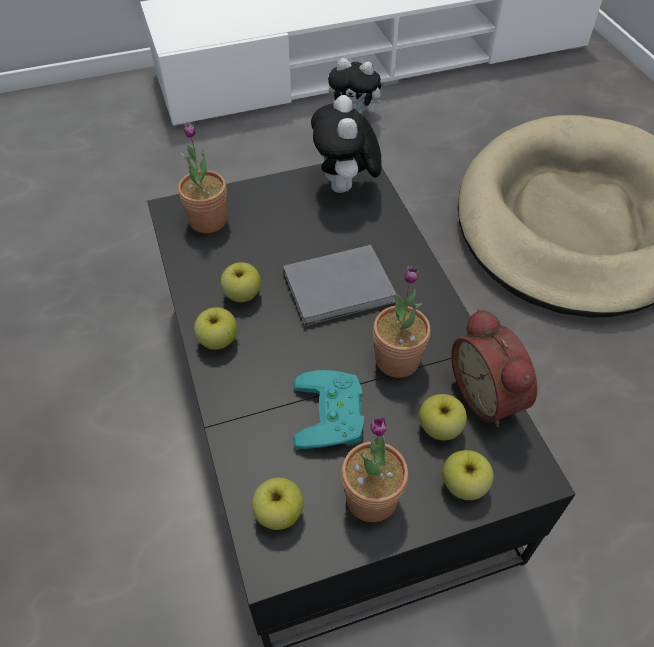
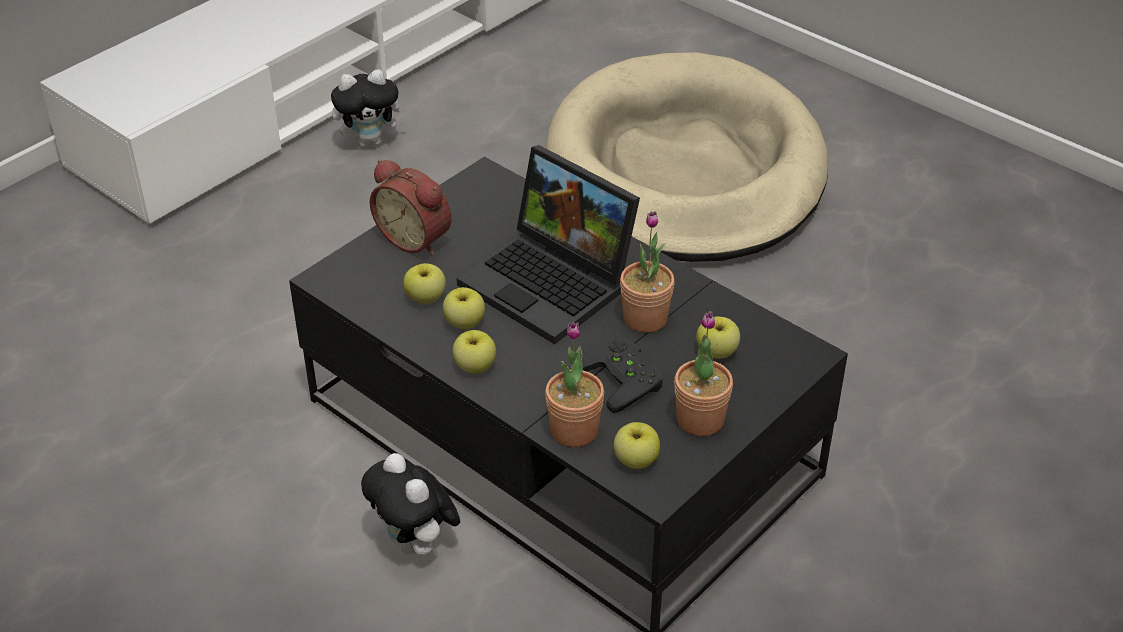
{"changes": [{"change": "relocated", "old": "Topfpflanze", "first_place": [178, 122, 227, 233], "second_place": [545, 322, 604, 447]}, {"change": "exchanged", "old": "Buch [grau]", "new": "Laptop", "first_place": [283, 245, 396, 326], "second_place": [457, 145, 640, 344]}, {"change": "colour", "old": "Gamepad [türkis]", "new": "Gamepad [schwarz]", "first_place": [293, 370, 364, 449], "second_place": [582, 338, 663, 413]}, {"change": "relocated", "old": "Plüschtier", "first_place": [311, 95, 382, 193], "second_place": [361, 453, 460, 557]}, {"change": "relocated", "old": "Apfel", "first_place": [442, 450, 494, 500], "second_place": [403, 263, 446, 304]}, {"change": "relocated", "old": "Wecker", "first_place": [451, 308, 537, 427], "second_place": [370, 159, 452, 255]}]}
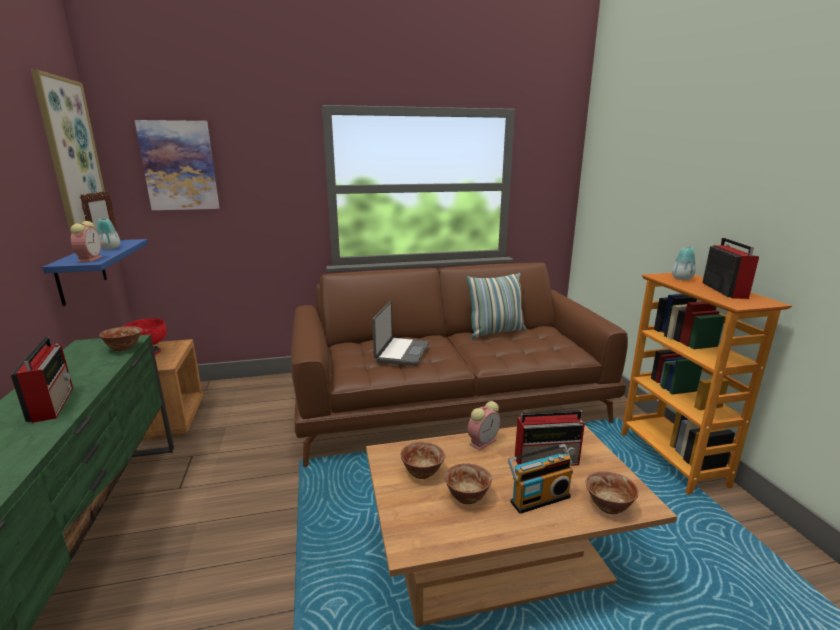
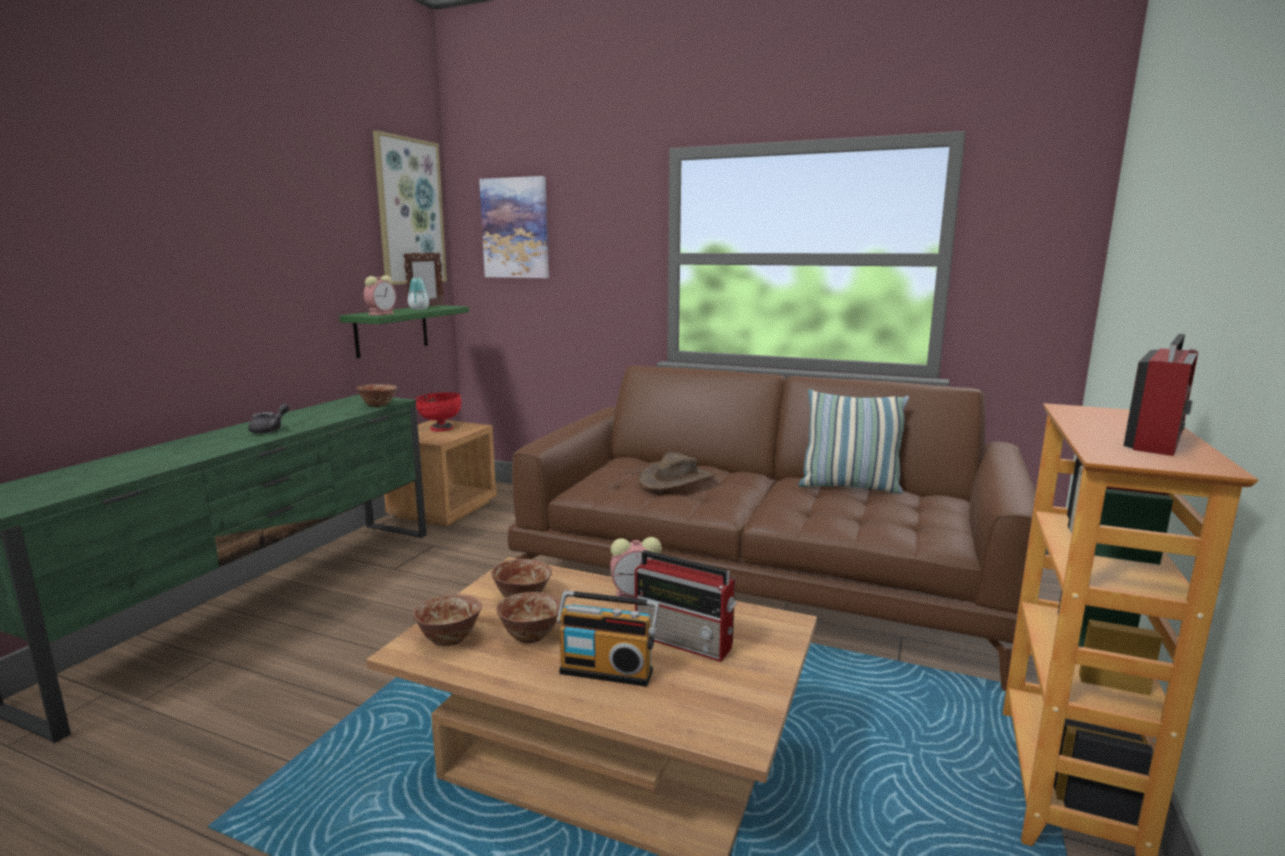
{"changes": [{"change": "exchanged", "old": "Radio", "new": "Teekanne [grau]", "first_place": [11, 337, 73, 423], "second_place": [248, 404, 289, 434]}, {"change": "colour", "old": "Wandregal [blau]", "new": "Wandregal [grün]", "first_place": [42, 239, 148, 306], "second_place": [339, 305, 469, 359]}, {"change": "exchanged", "old": "Laptop", "new": "Hut [braun]", "first_place": [372, 301, 430, 366], "second_place": [638, 452, 715, 490]}, {"change": "relocated", "old": "Schüssel", "first_place": [586, 471, 639, 514], "second_place": [413, 595, 482, 646]}, {"change": "missing", "old": "Vase", "first_place": [672, 247, 696, 280]}]}
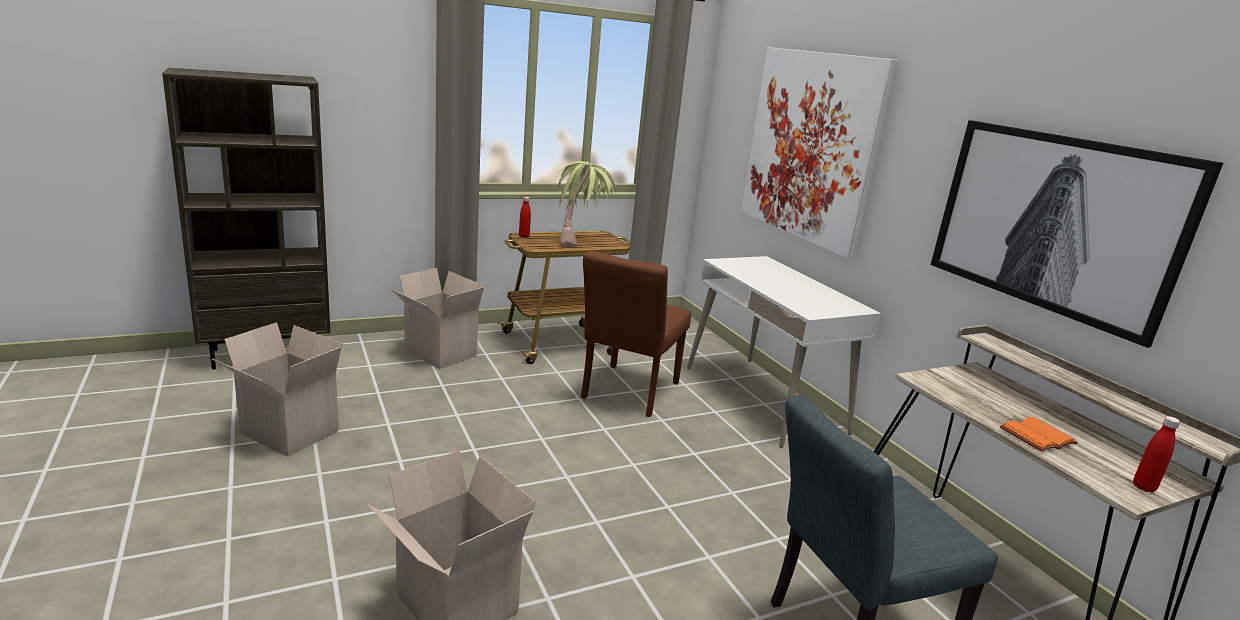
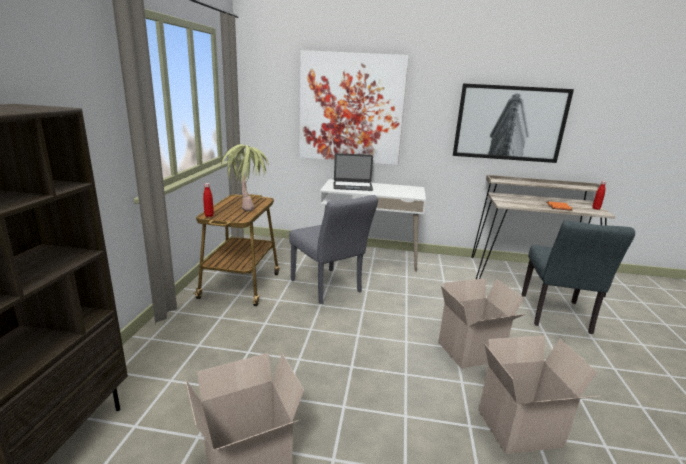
{"changes": [{"change": "relocated", "old": "Karton", "first_place": [391, 268, 485, 369], "second_place": [439, 278, 525, 369]}, {"change": "colour", "old": "Stuhl [braun]", "new": "Stuhl [grau]", "first_place": [581, 250, 691, 417], "second_place": [289, 195, 378, 304]}, {"change": "appeared", "new": "Laptop", "second_place": [333, 153, 373, 191]}]}
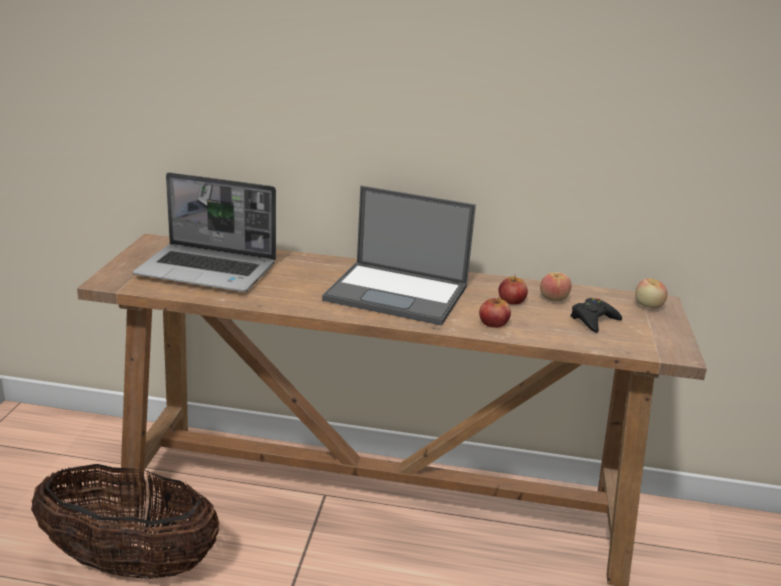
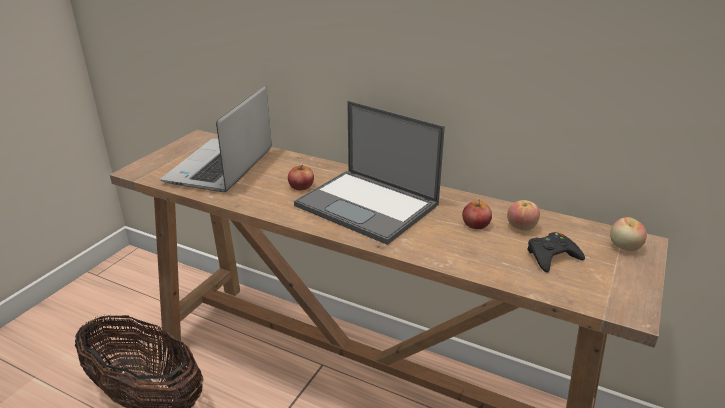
{"changes": [{"change": "spun", "old": "Laptop", "first_place": [133, 172, 276, 292], "second_place": [161, 85, 272, 192], "degrees": 75}, {"change": "relocated", "old": "Apfel", "first_place": [479, 296, 511, 328], "second_place": [288, 164, 314, 190]}]}
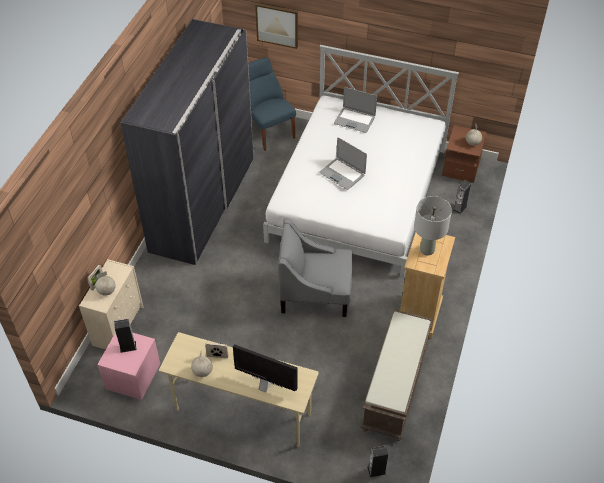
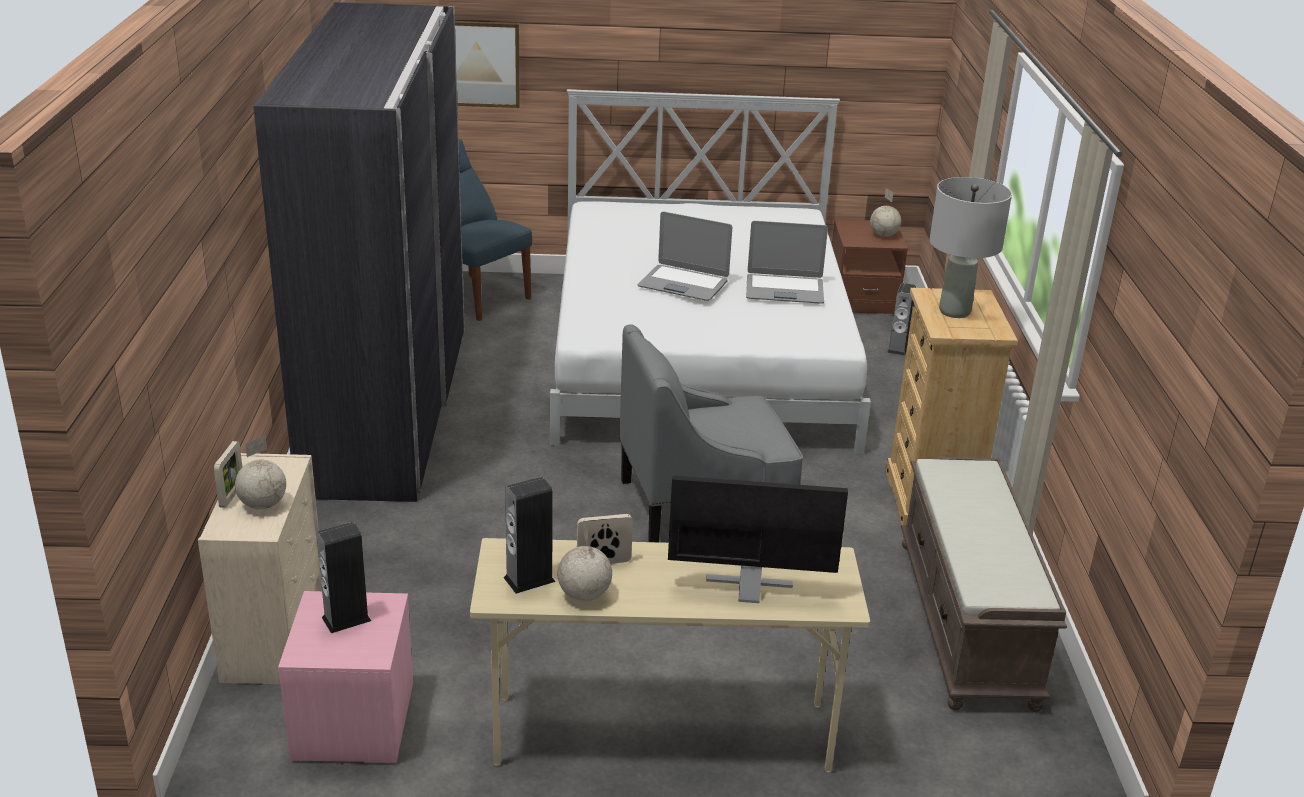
{"changes": [{"change": "relocated", "old": "Laptop", "first_place": [334, 87, 377, 133], "second_place": [746, 221, 828, 304]}, {"change": "relocated", "old": "Lautsprecher", "first_place": [367, 446, 388, 477], "second_place": [504, 477, 556, 594]}]}
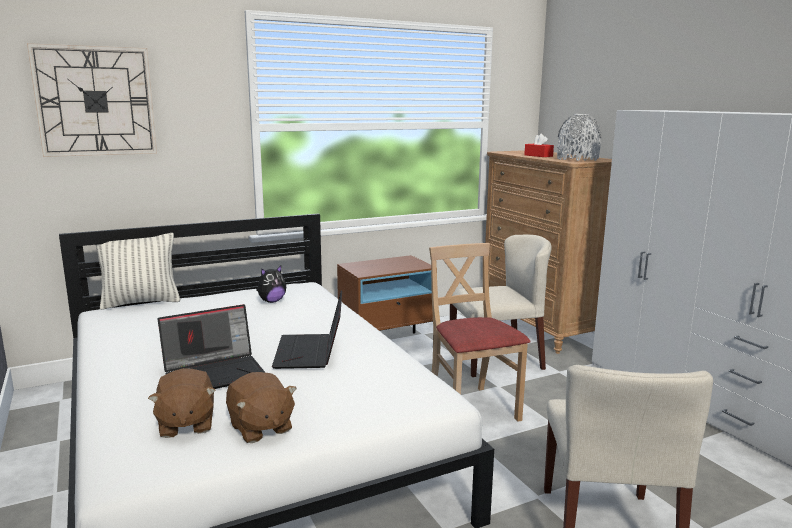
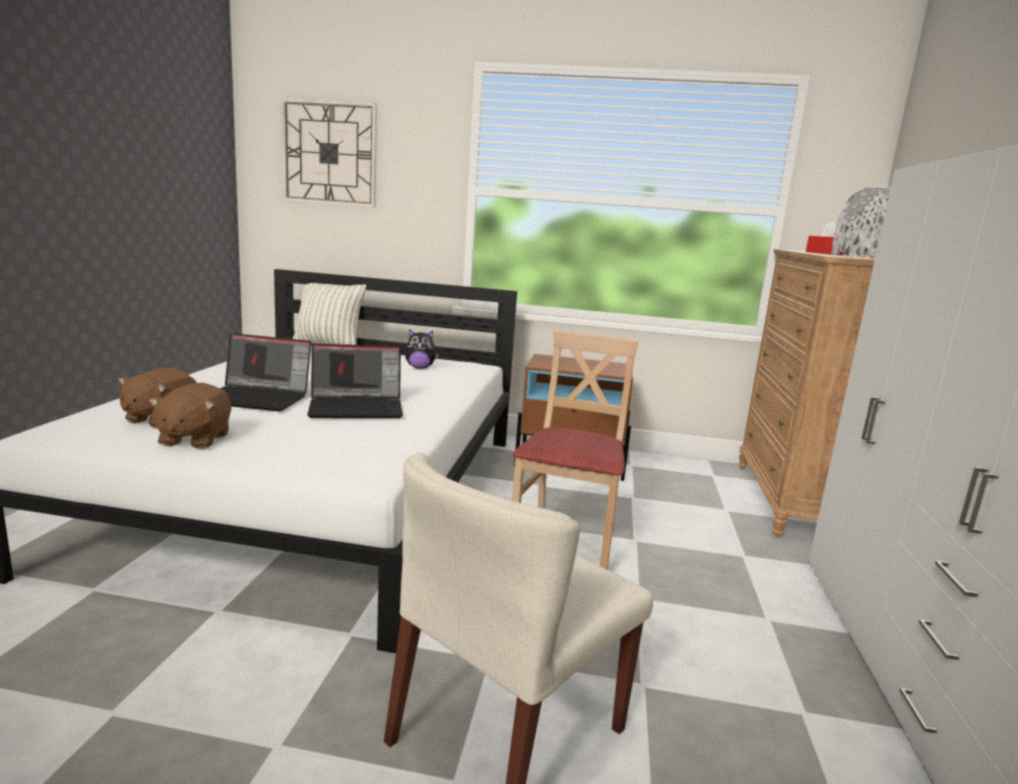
{"changes": [{"change": "spun", "old": "Laptop", "first_place": [272, 291, 342, 369], "second_place": [307, 344, 403, 418], "degrees": -135}, {"change": "missing", "old": "Stuhl [beige]", "first_place": [450, 235, 551, 377]}]}
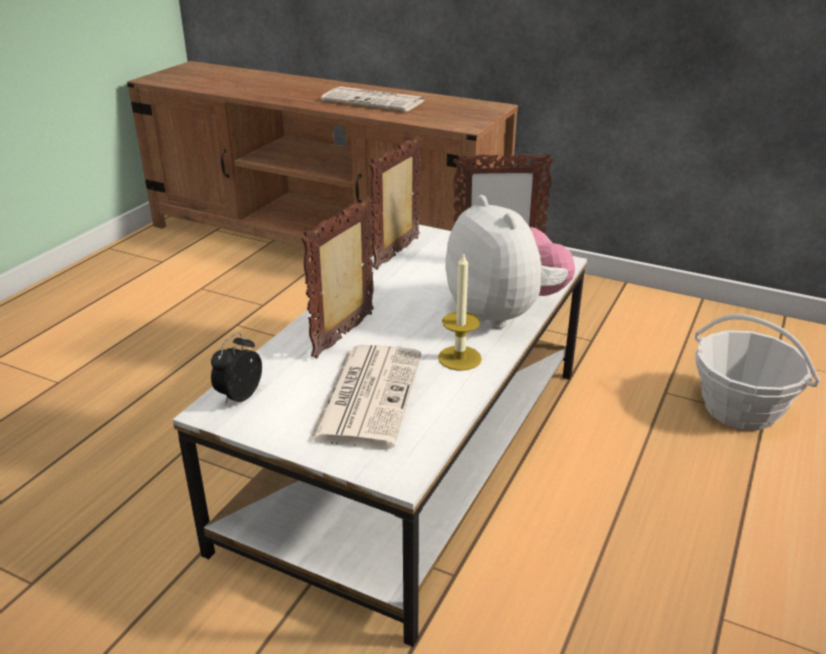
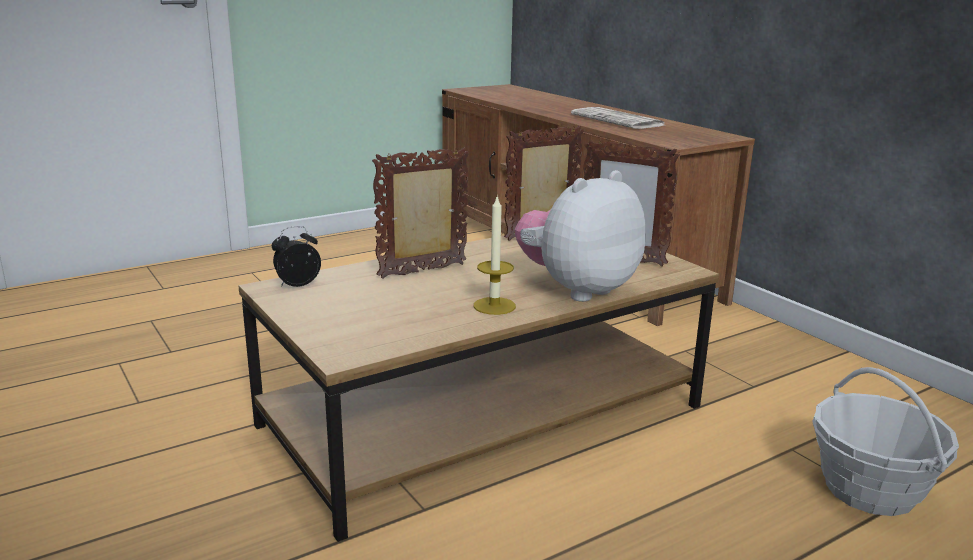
{"changes": [{"change": "colour", "old": "Couchtisch [weiß]", "new": "Couchtisch [braun]", "first_place": [173, 225, 587, 647], "second_place": [239, 235, 719, 542]}, {"change": "missing", "old": "Zeitung", "first_place": [308, 345, 421, 449]}, {"change": "spun", "old": "Plüschtier", "first_place": [445, 195, 575, 329], "second_place": [515, 170, 645, 302], "degrees": -135}]}
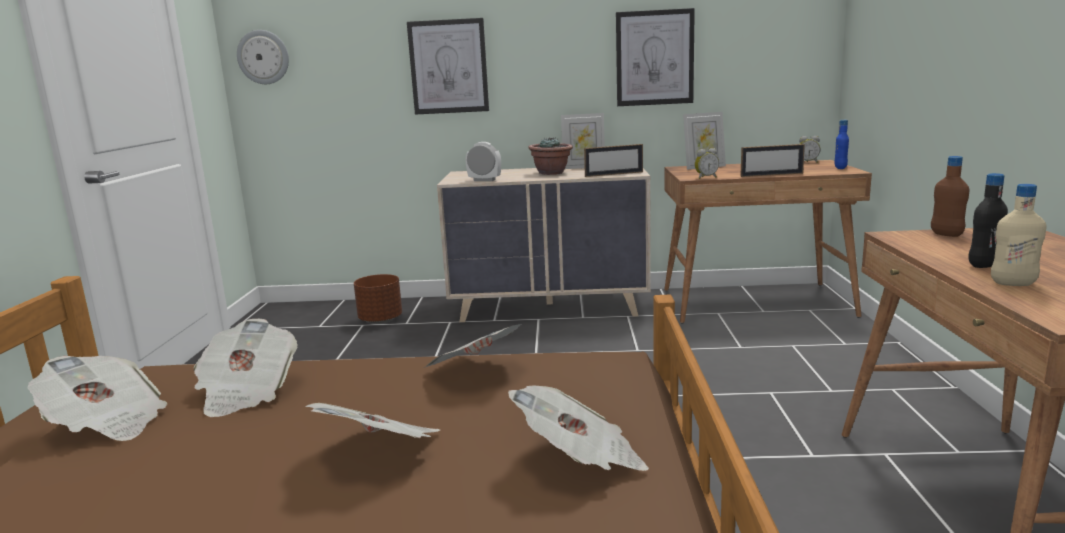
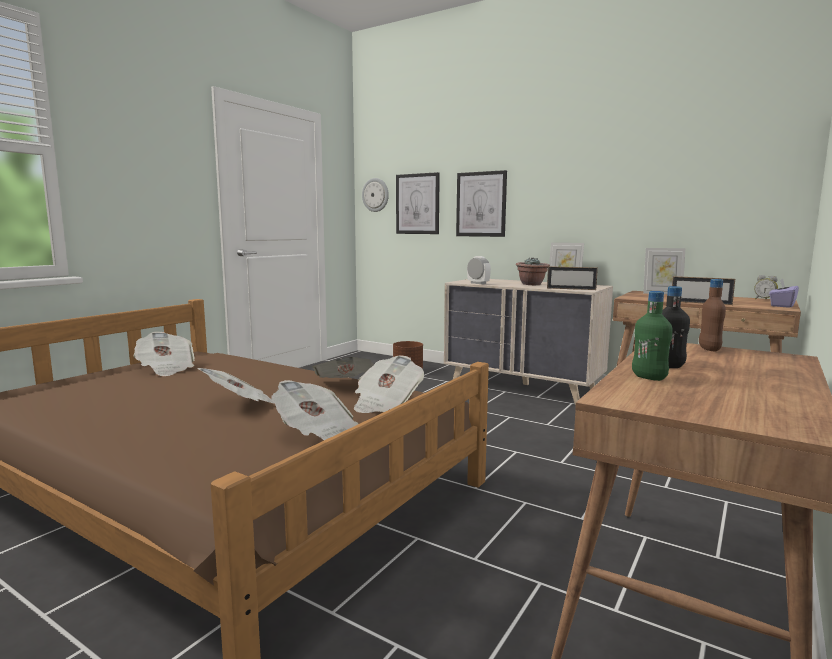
{"changes": [{"change": "relocated", "old": "Zeitung", "first_place": [193, 319, 298, 417], "second_place": [354, 355, 424, 413]}, {"change": "relocated", "old": "Bild", "first_place": [616, 8, 695, 106], "second_place": [396, 172, 440, 234]}, {"change": "missing", "old": "Wecker", "first_place": [695, 148, 719, 179]}, {"change": "exchanged", "old": "Flasche [blau]", "new": "Taschentuchbox [lila]", "first_place": [835, 120, 849, 169], "second_place": [769, 279, 799, 308]}, {"change": "colour", "old": "Flasche [beige]", "new": "Flasche [grün]", "first_place": [991, 184, 1046, 286], "second_place": [632, 291, 673, 381]}]}
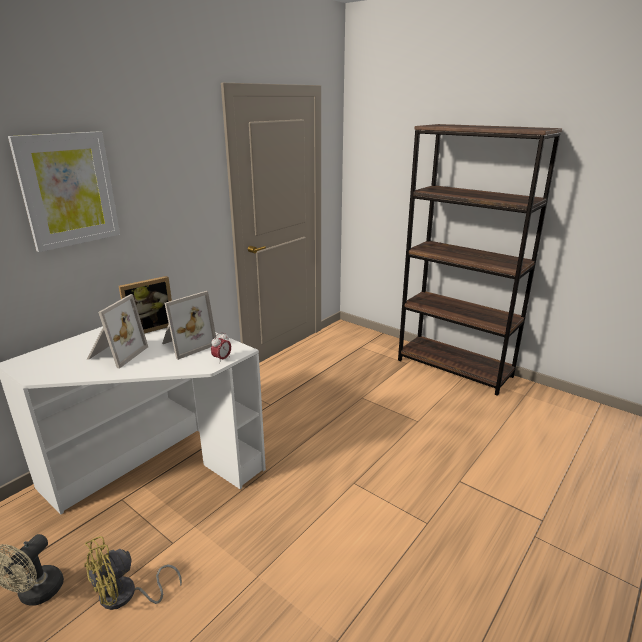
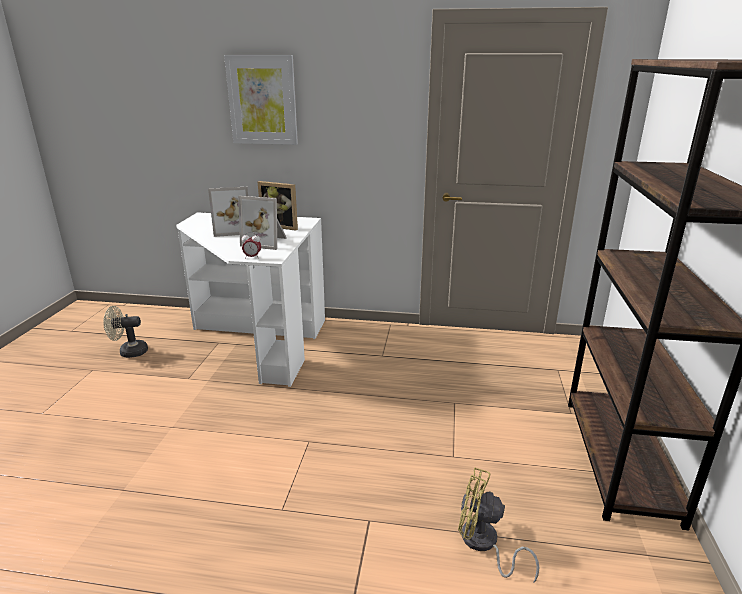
{"changes": [{"change": "relocated", "old": "Ventilator [gelb]", "first_place": [84, 536, 182, 610], "second_place": [458, 467, 539, 582]}]}
